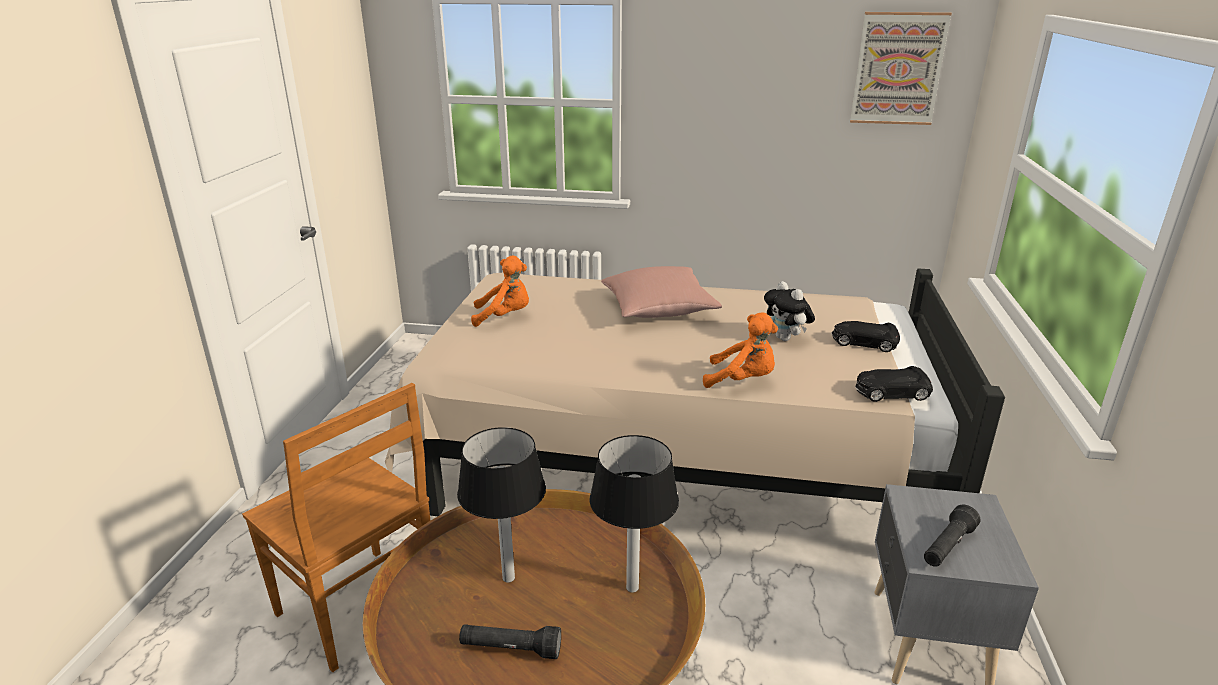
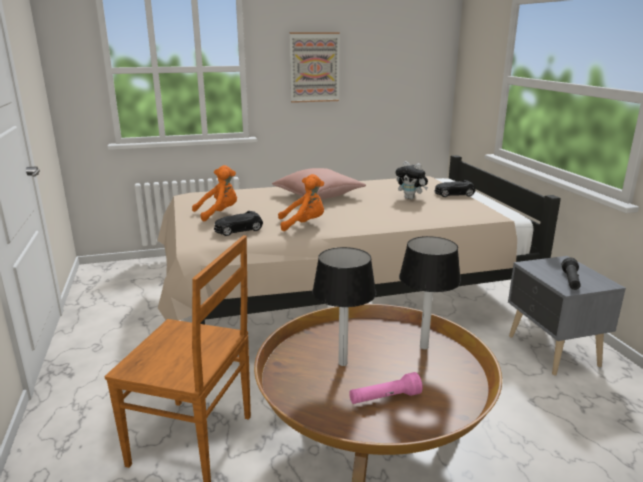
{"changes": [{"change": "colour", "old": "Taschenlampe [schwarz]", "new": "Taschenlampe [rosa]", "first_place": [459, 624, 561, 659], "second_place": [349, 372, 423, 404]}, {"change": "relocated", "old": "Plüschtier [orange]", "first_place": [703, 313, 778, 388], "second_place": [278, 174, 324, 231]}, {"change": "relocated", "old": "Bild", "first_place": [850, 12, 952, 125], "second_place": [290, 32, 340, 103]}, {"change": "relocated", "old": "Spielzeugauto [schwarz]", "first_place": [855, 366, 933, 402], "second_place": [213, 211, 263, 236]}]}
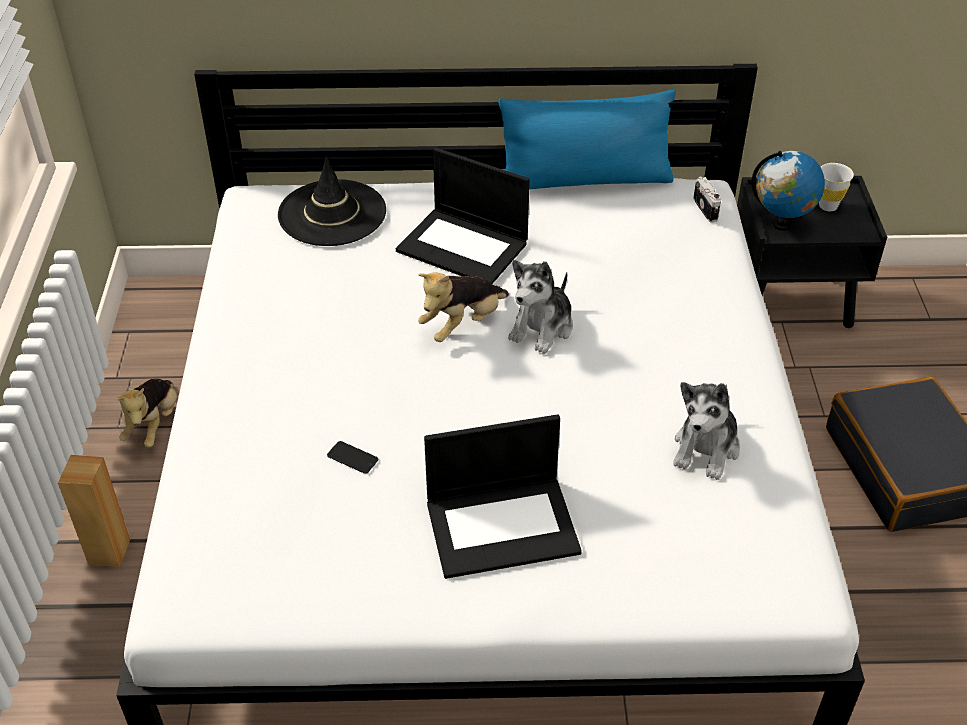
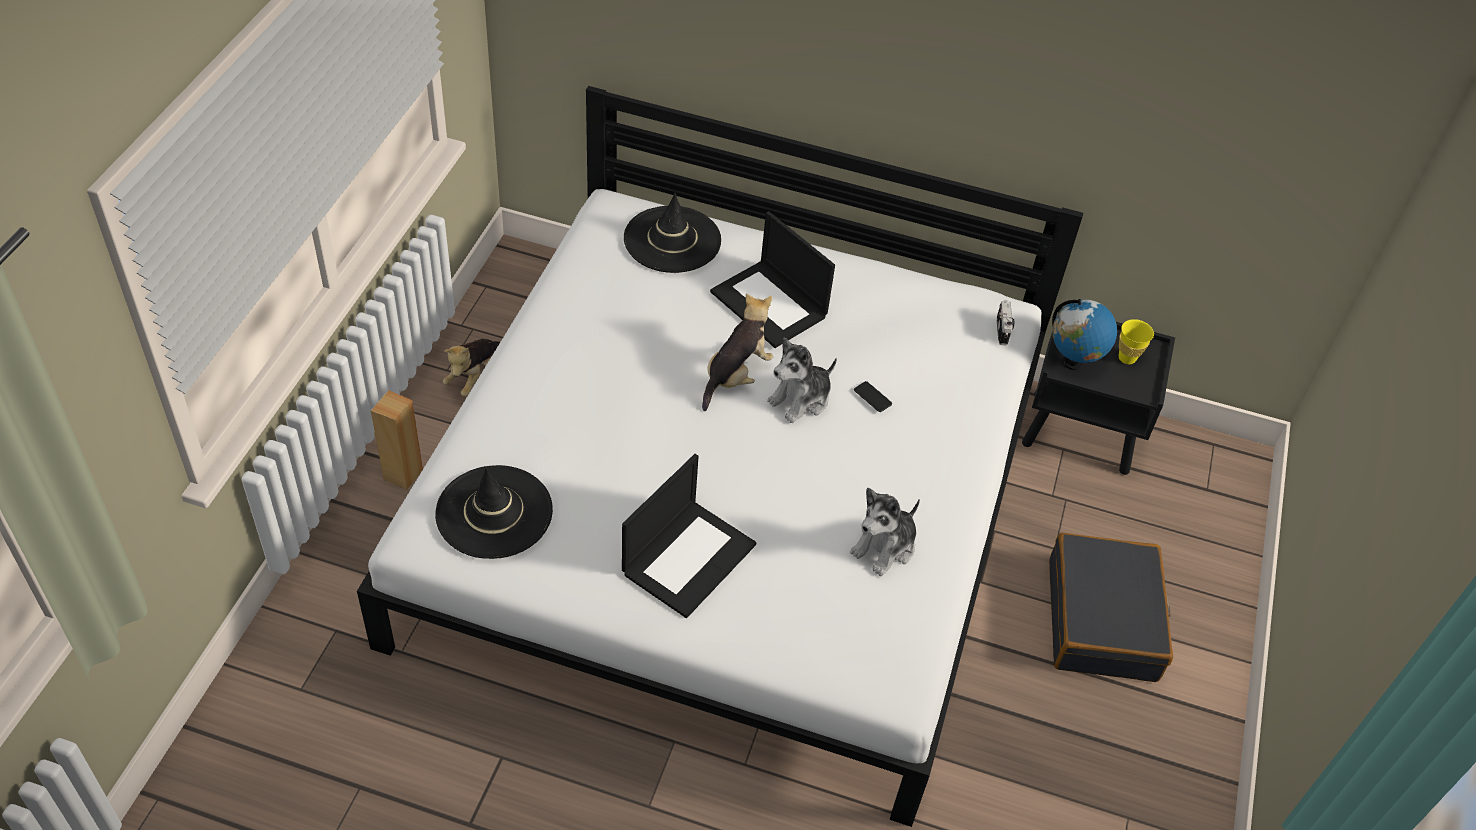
{"changes": [{"change": "relocated", "old": "Handy", "first_place": [327, 441, 378, 474], "second_place": [854, 381, 892, 412]}, {"change": "spun", "old": "Plüschtier", "first_place": [418, 272, 509, 342], "second_place": [702, 294, 773, 411], "degrees": 150}, {"change": "spun", "old": "Laptop", "first_place": [424, 414, 582, 579], "second_place": [622, 454, 756, 618], "degrees": -60}, {"change": "missing", "old": "Kissen [blau]", "first_place": [498, 90, 676, 189]}, {"change": "colour", "old": "Tasse [weiß]", "new": "Tasse [gelb]", "first_place": [819, 163, 854, 211], "second_place": [1119, 319, 1154, 364]}, {"change": "appeared", "new": "Hut [schwarz]", "second_place": [435, 465, 553, 559]}]}
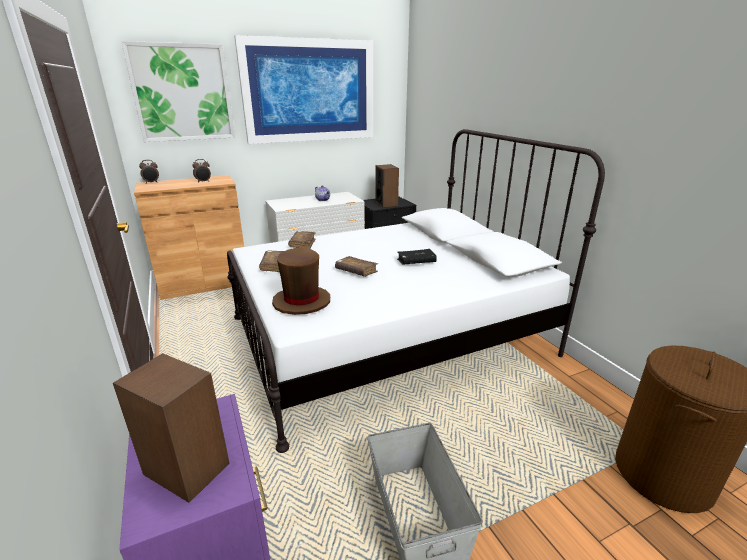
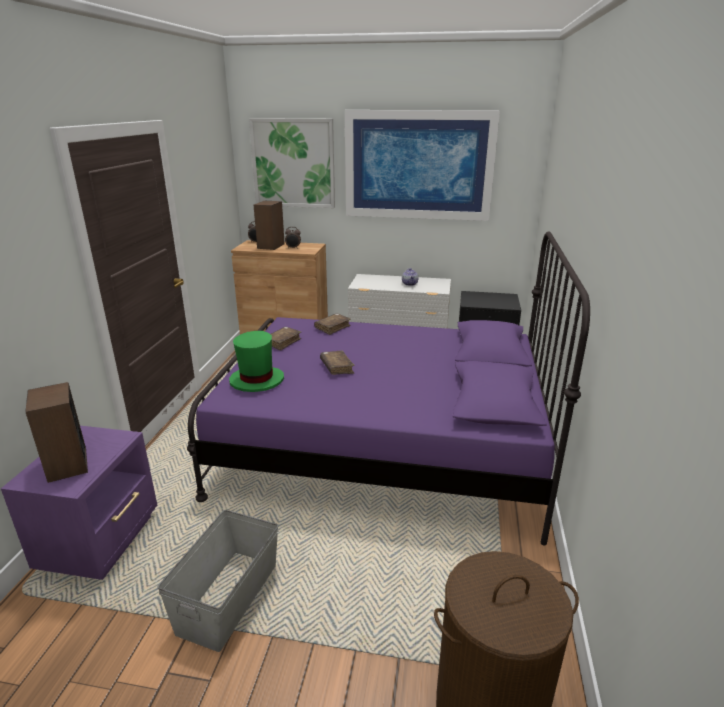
{"changes": [{"change": "colour", "old": "Bett [weiß]", "new": "Bett [lila]", "first_place": [227, 129, 605, 453], "second_place": [187, 231, 590, 545]}, {"change": "colour", "old": "Hut [braun]", "new": "Hut [grün]", "first_place": [272, 248, 330, 315], "second_place": [229, 331, 284, 392]}, {"change": "relocated", "old": "Lautsprecher", "first_place": [376, 164, 399, 208], "second_place": [254, 200, 285, 250]}, {"change": "missing", "old": "Buch [schwarz]", "first_place": [397, 249, 437, 265]}]}
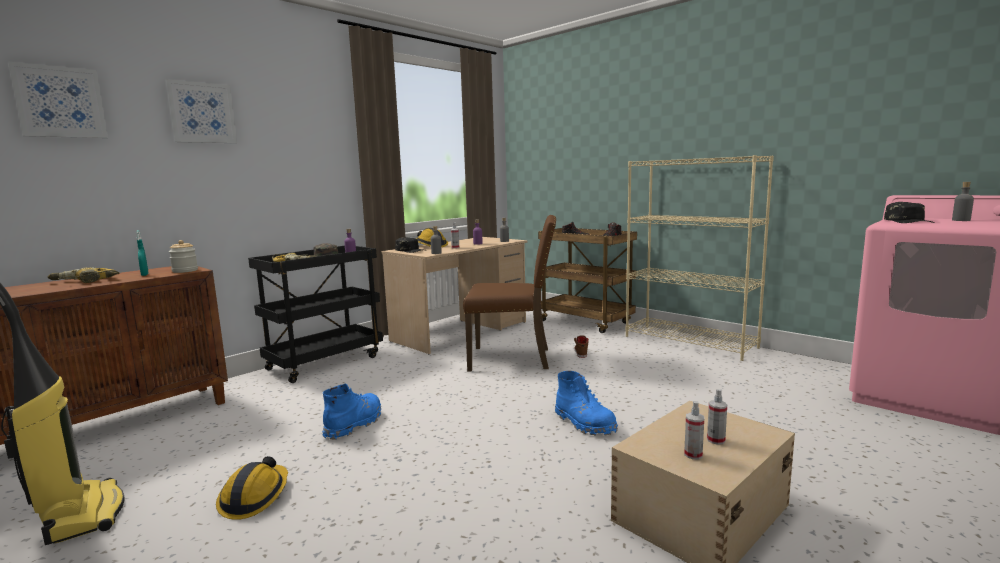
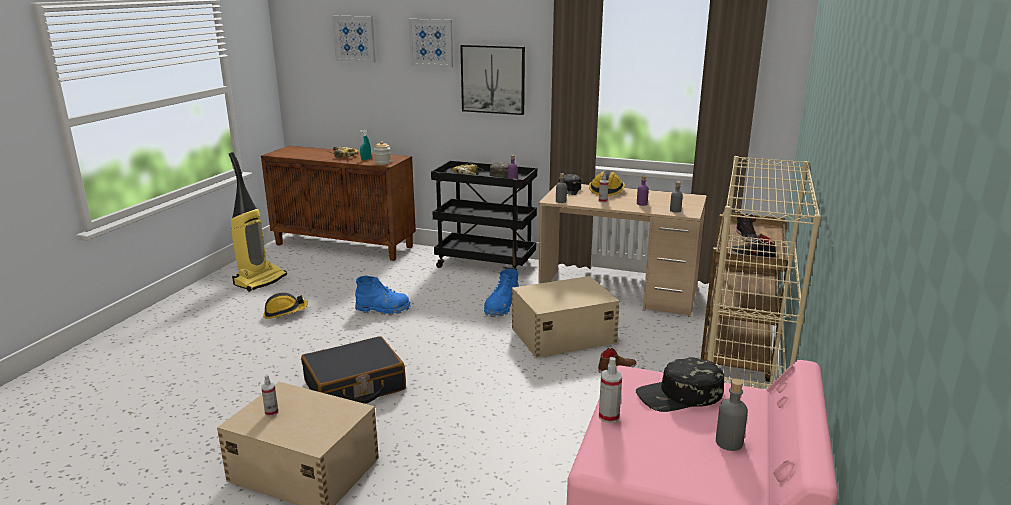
{"changes": [{"change": "exchanged", "old": "Stuhl [braun]", "new": "Aufbewahrungsbox [beige]", "first_place": [463, 215, 556, 371], "second_place": [512, 276, 620, 358]}, {"change": "relocated", "old": "Stiefel [blau]", "first_place": [555, 371, 618, 435], "second_place": [484, 269, 519, 317]}, {"change": "relocated", "old": "Sprühflasche", "first_place": [707, 389, 727, 445], "second_place": [599, 357, 622, 423]}, {"change": "appeared", "new": "Koffer [schwarz]", "second_place": [301, 336, 406, 404]}, {"change": "appeared", "new": "Bild", "second_place": [460, 45, 525, 115]}]}
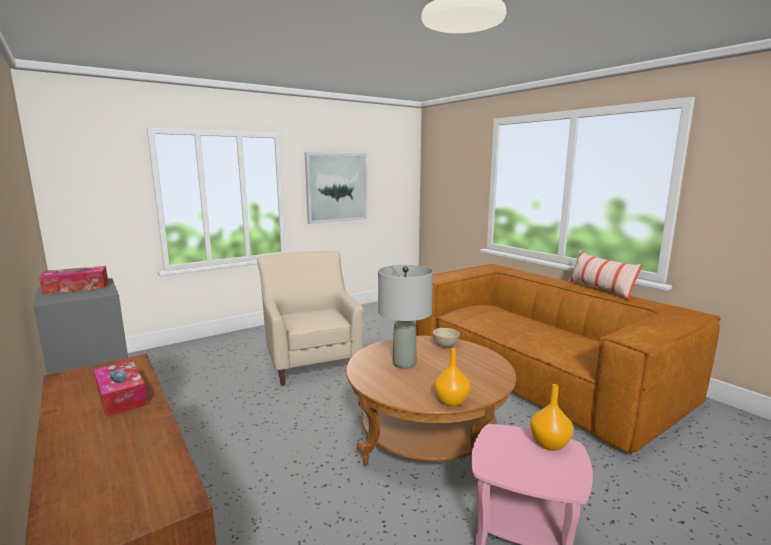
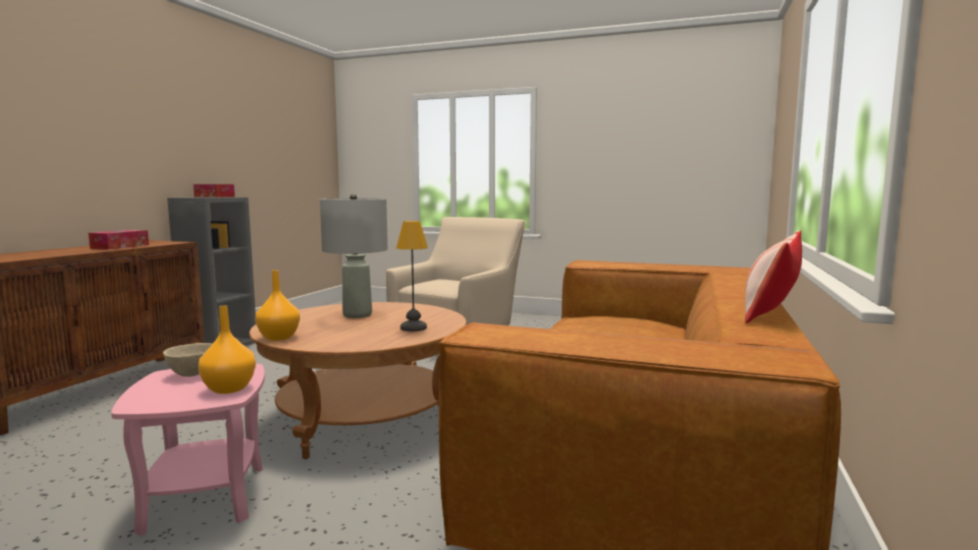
{"changes": [{"change": "missing", "old": "Bild", "first_place": [305, 152, 367, 224]}, {"change": "relocated", "old": "Schüssel [beige]", "first_place": [433, 328, 460, 348], "second_place": [163, 343, 213, 377]}, {"change": "appeared", "new": "Tischlampe", "second_place": [396, 221, 428, 331]}]}
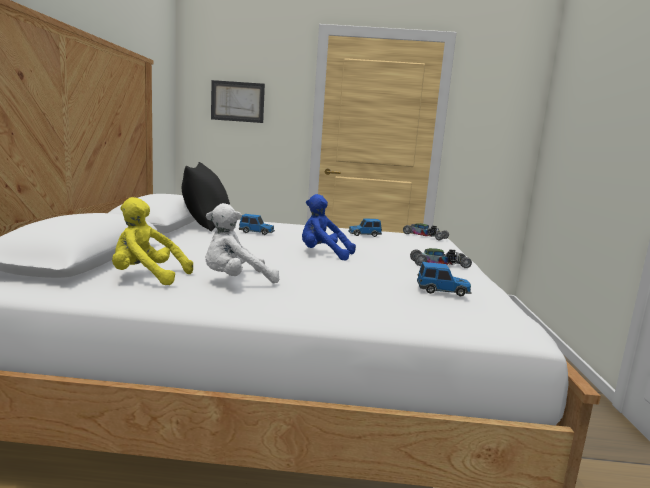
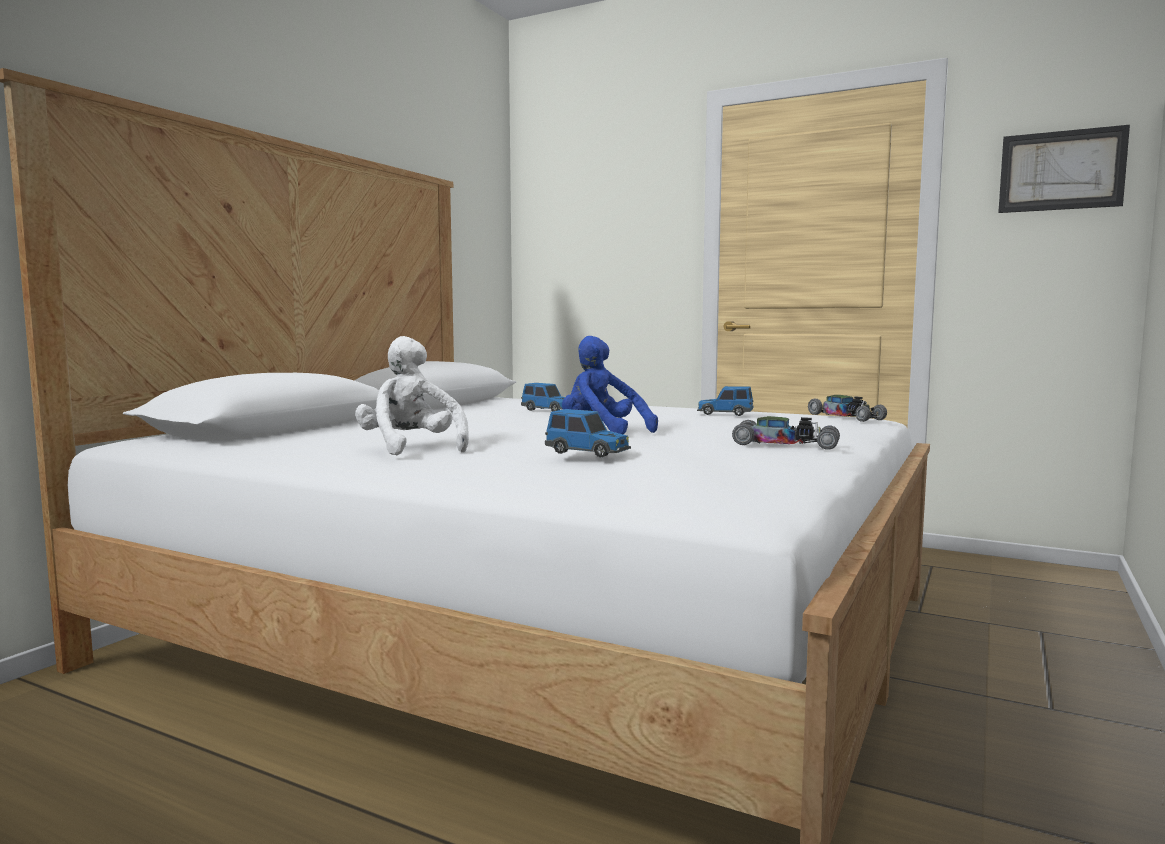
{"changes": [{"change": "missing", "old": "Plüschtier [gelb]", "first_place": [112, 197, 193, 285]}, {"change": "missing", "old": "Kissen [schwarz]", "first_place": [182, 162, 230, 232]}, {"change": "spun", "old": "Plüschtier [weiß]", "first_place": [205, 203, 279, 284], "second_place": [355, 336, 469, 455], "degrees": 60}, {"change": "relocated", "old": "Bild", "first_place": [211, 80, 265, 123], "second_place": [998, 125, 1130, 213]}, {"change": "relocated", "old": "Spielzeugauto", "first_place": [417, 262, 471, 297], "second_place": [545, 409, 631, 458]}]}
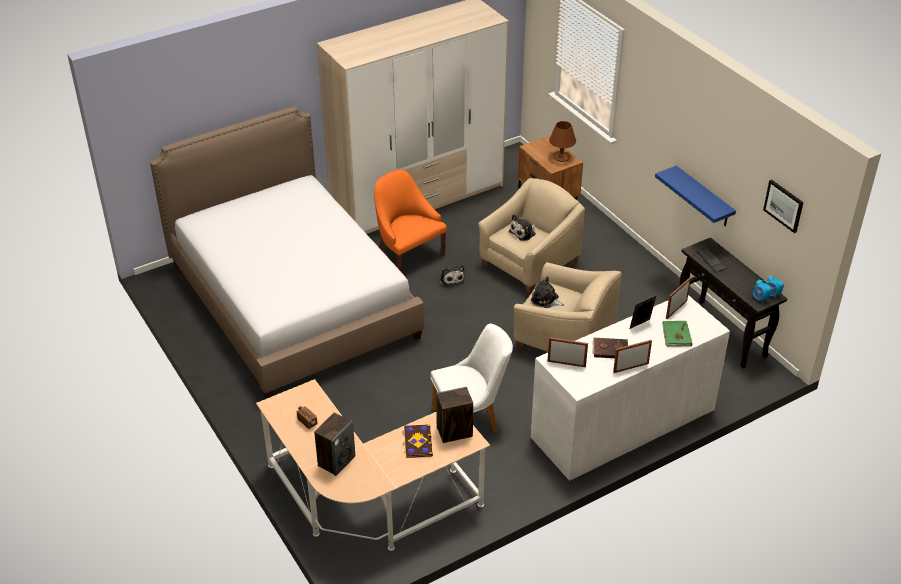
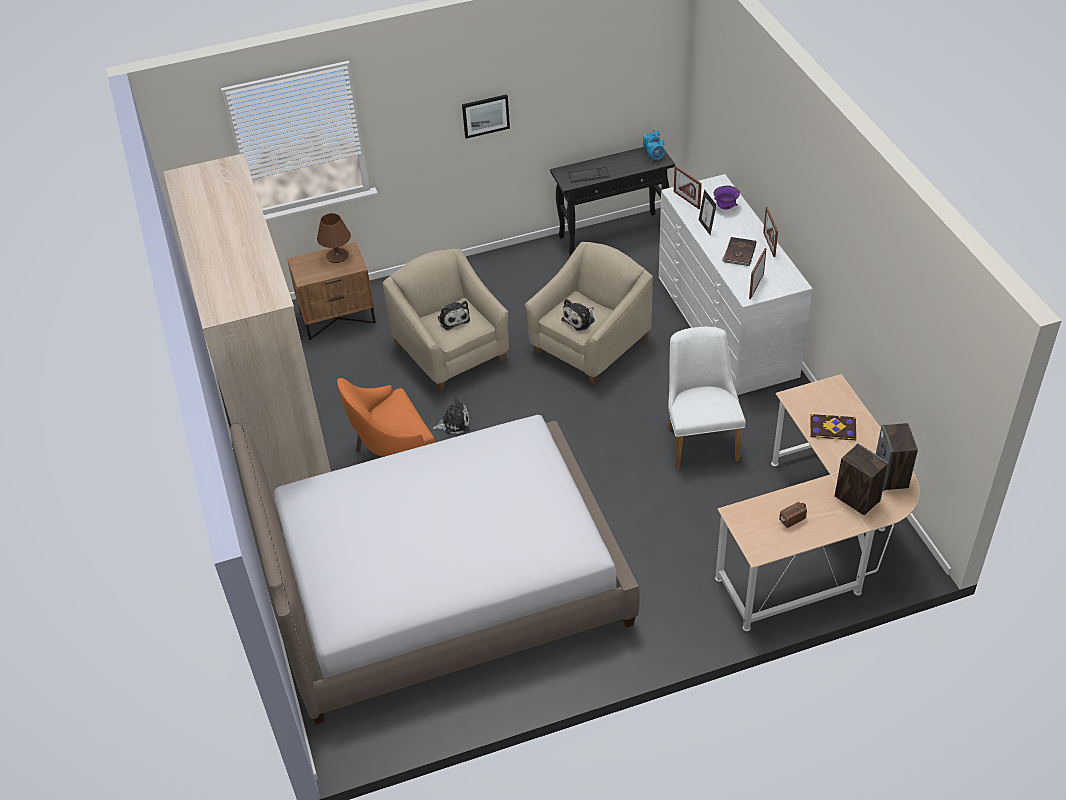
{"changes": [{"change": "relocated", "old": "Lautsprecher", "first_place": [436, 387, 473, 443], "second_place": [876, 423, 918, 491]}, {"change": "missing", "old": "Wandregal [blau]", "first_place": [655, 166, 736, 226]}, {"change": "exchanged", "old": "Buch [grün]", "new": "Schüssel [lila]", "first_place": [662, 321, 692, 347], "second_place": [714, 186, 740, 210]}, {"change": "relocated", "old": "Bild", "first_place": [763, 180, 803, 233], "second_place": [462, 94, 510, 139]}]}
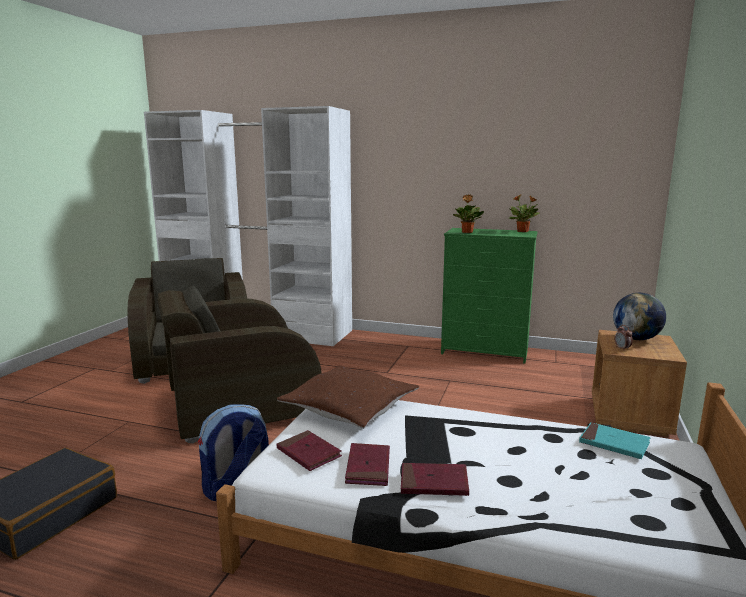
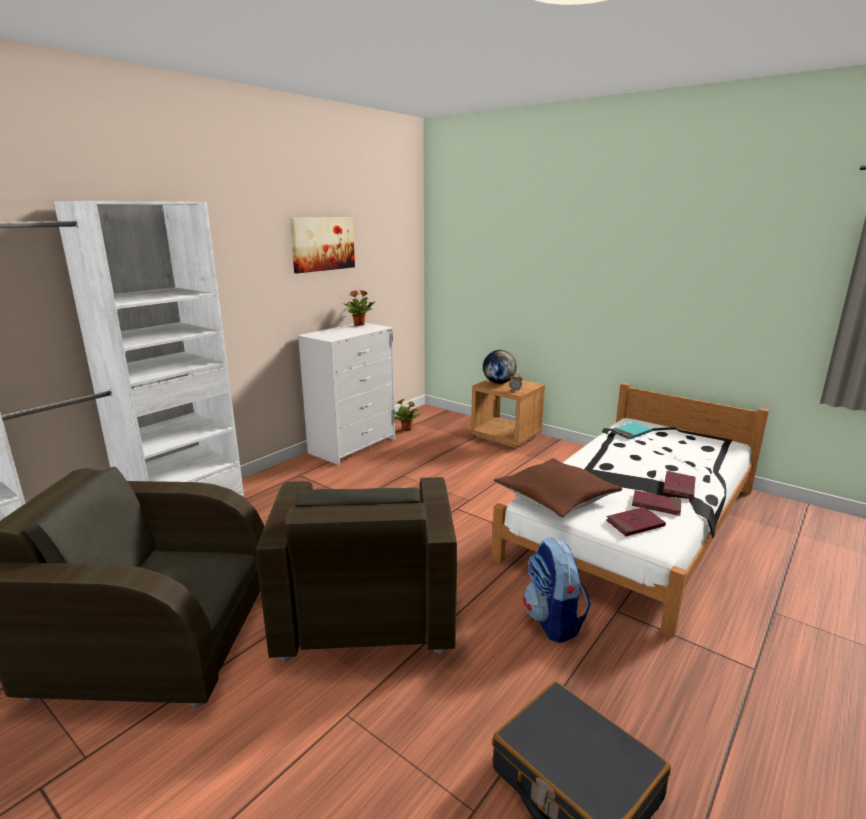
{"changes": [{"change": "colour", "old": "Kommode [grün]", "new": "Kommode [weiß]", "first_place": [441, 228, 538, 364], "second_place": [297, 323, 395, 465]}, {"change": "relocated", "old": "Topfpflanze", "first_place": [453, 194, 484, 233], "second_place": [395, 399, 421, 431]}, {"change": "appeared", "new": "Bild", "second_place": [290, 217, 355, 273]}]}
